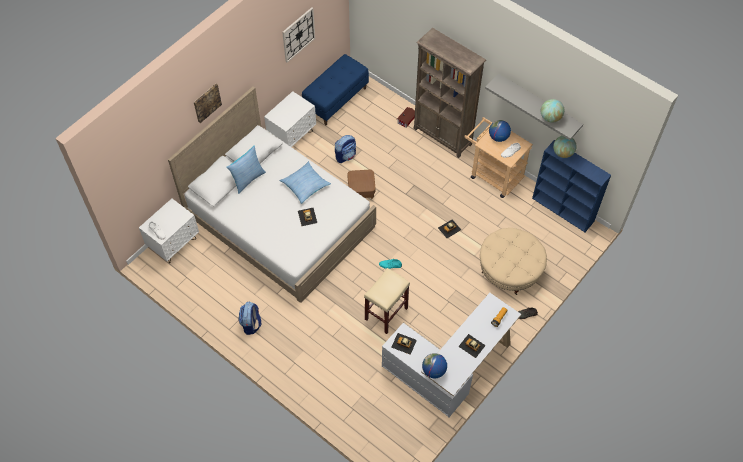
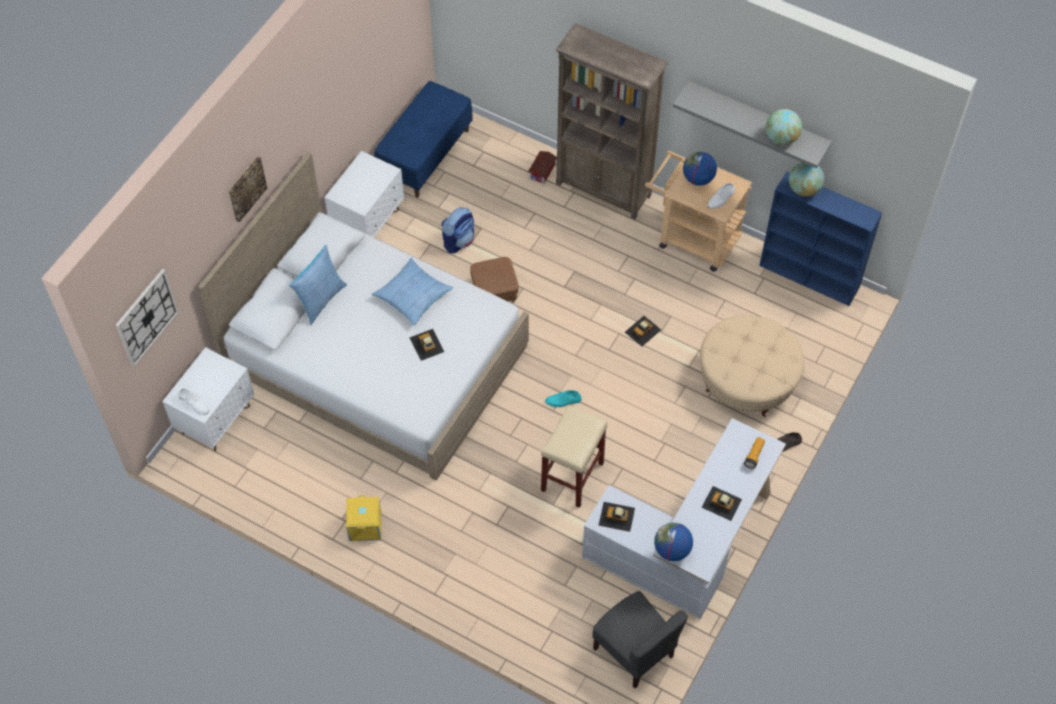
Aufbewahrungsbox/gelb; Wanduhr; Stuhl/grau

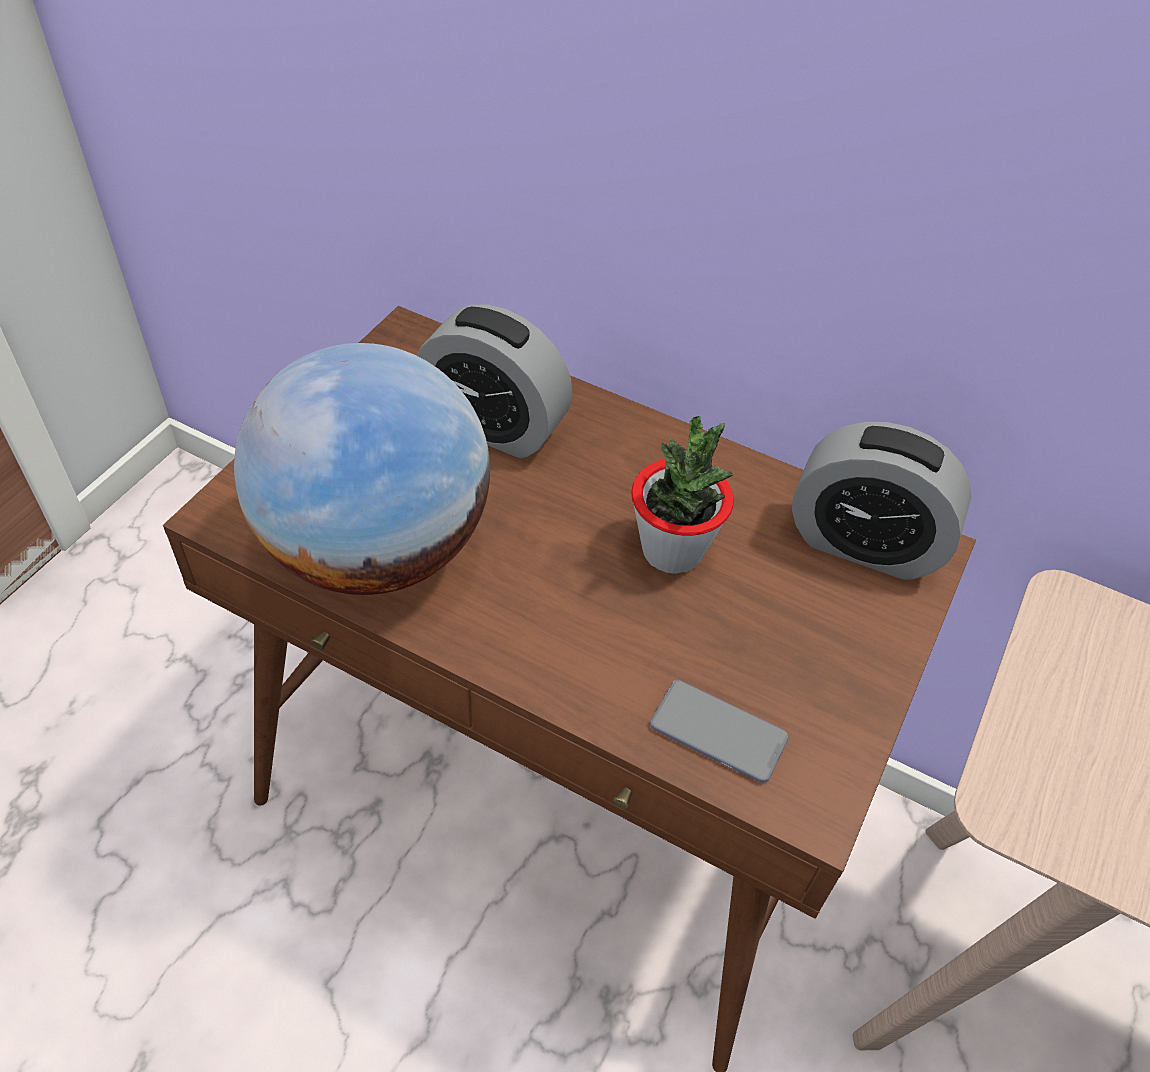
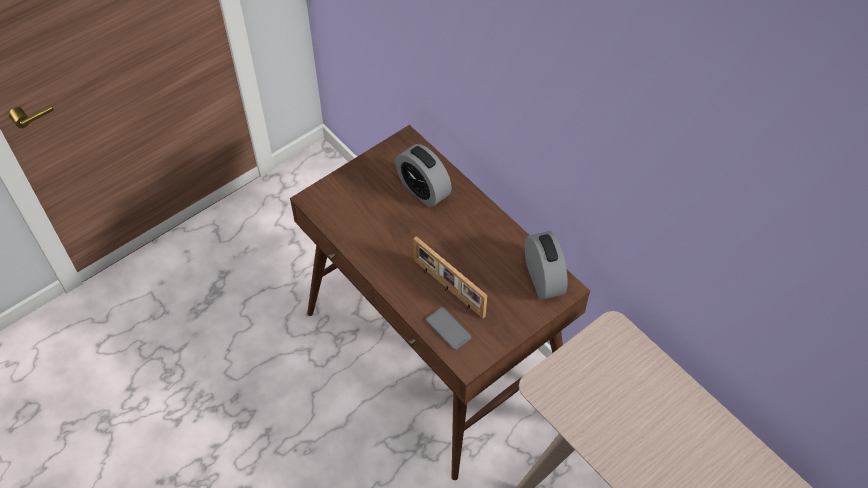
Globus; Topfpflanze; Wecker (no. 2 from left); Bilderrahmen

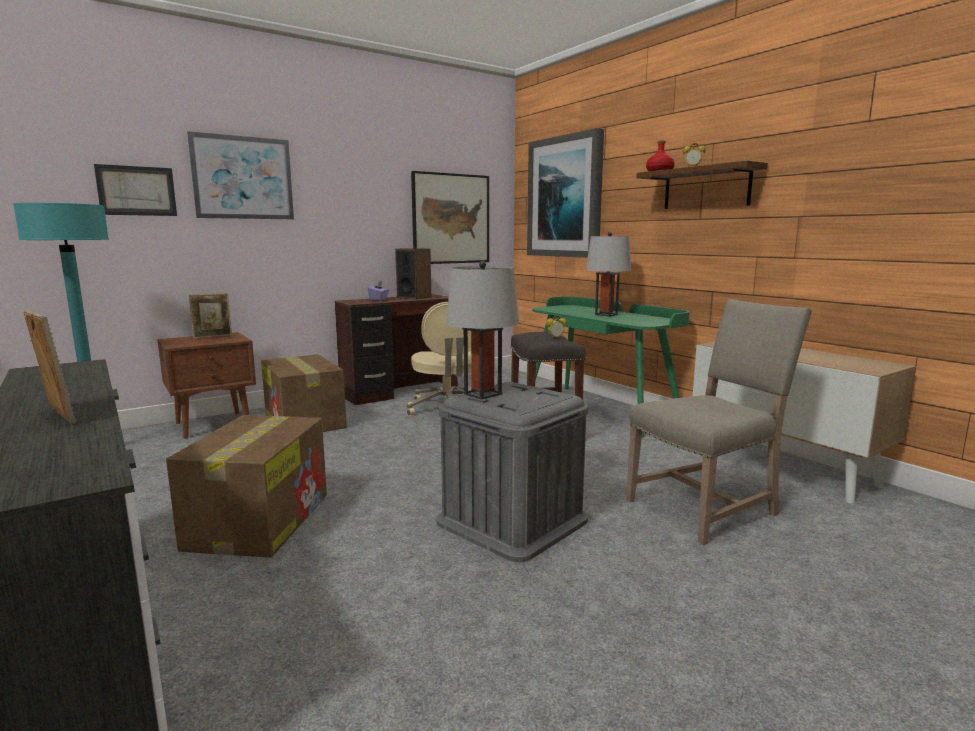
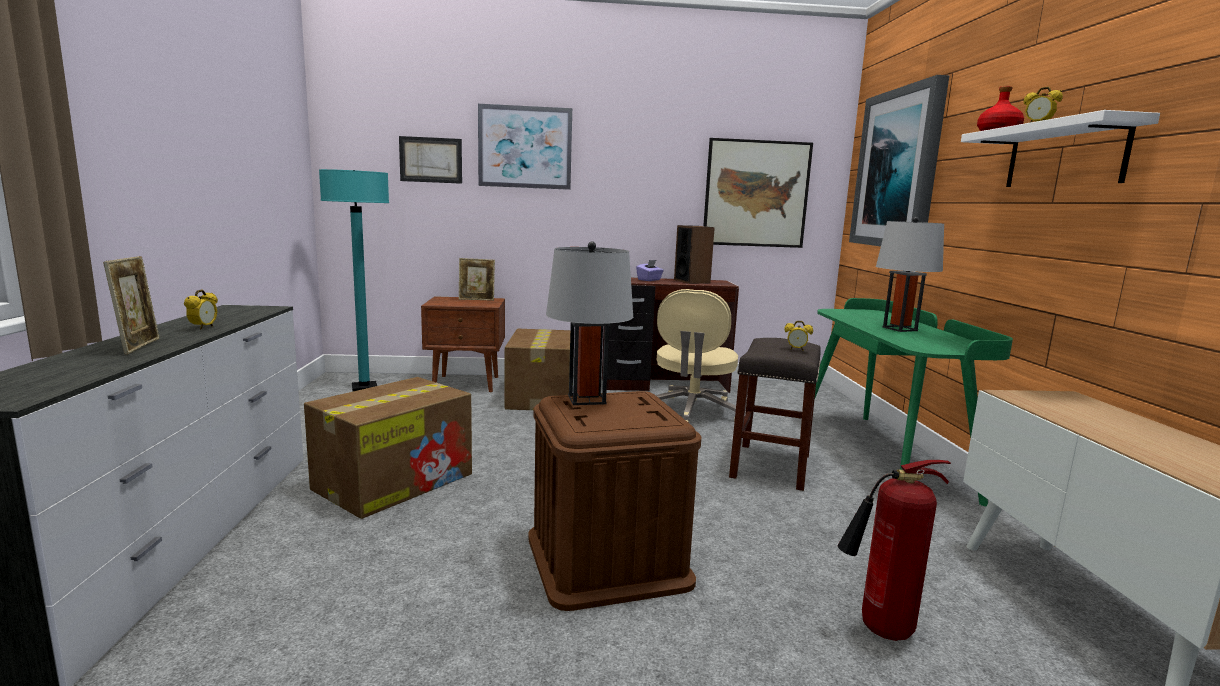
Aufbewahrungsbox/braun; Feuerlöscher; Wandregal/weiß; Wecker (no. 1 from left)

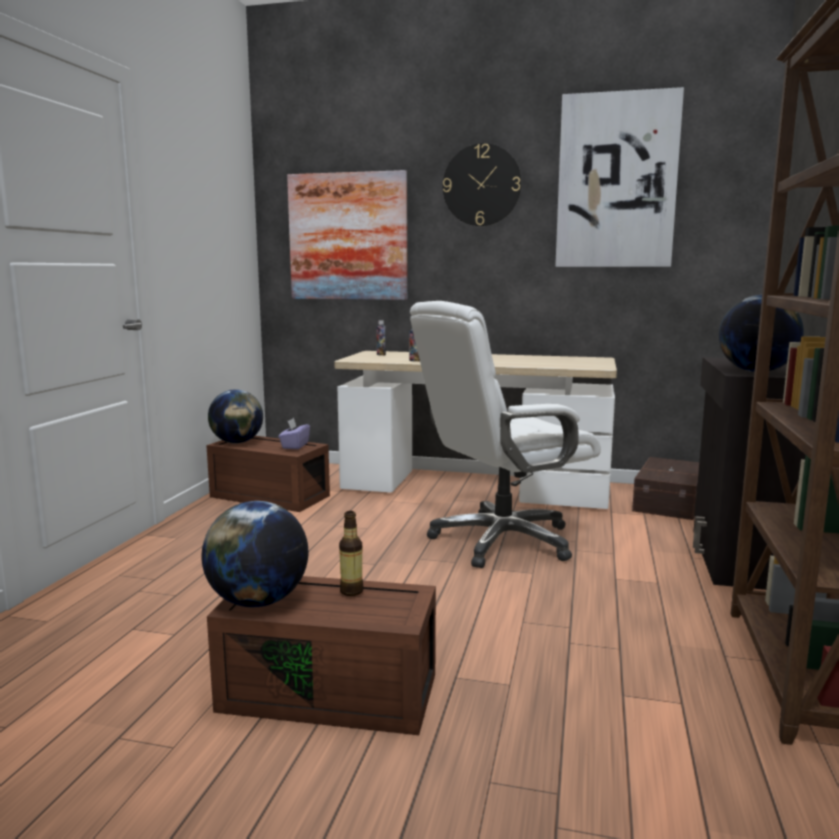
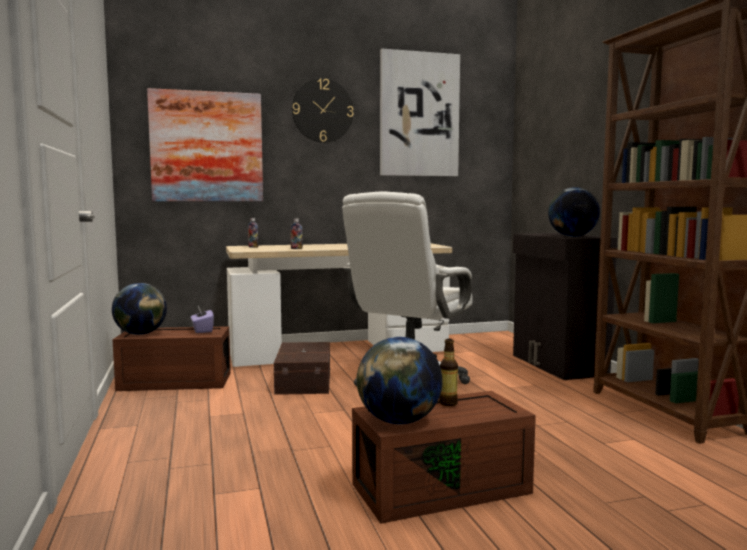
Aufbewahrungsbox/braun (no. 2 from left)

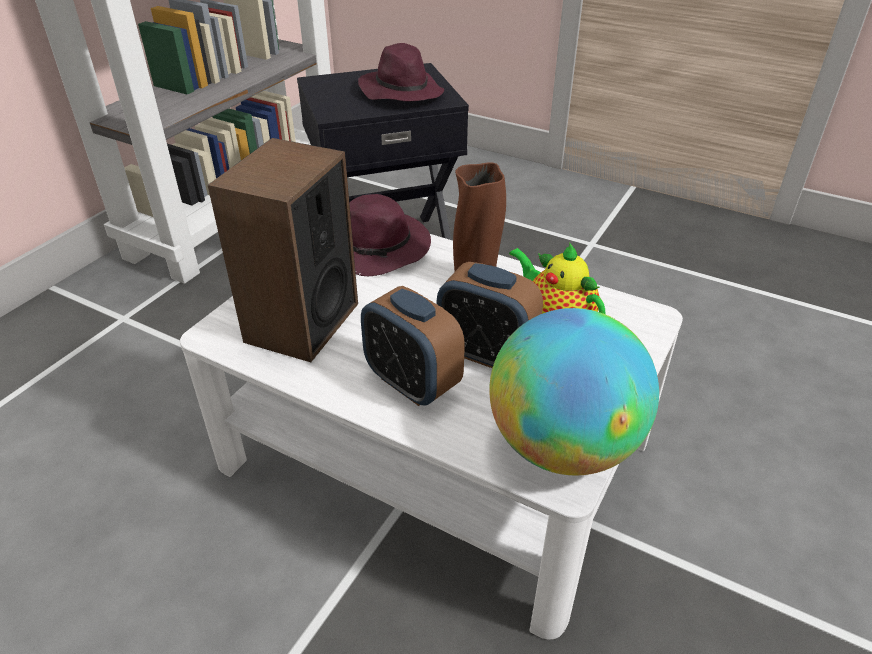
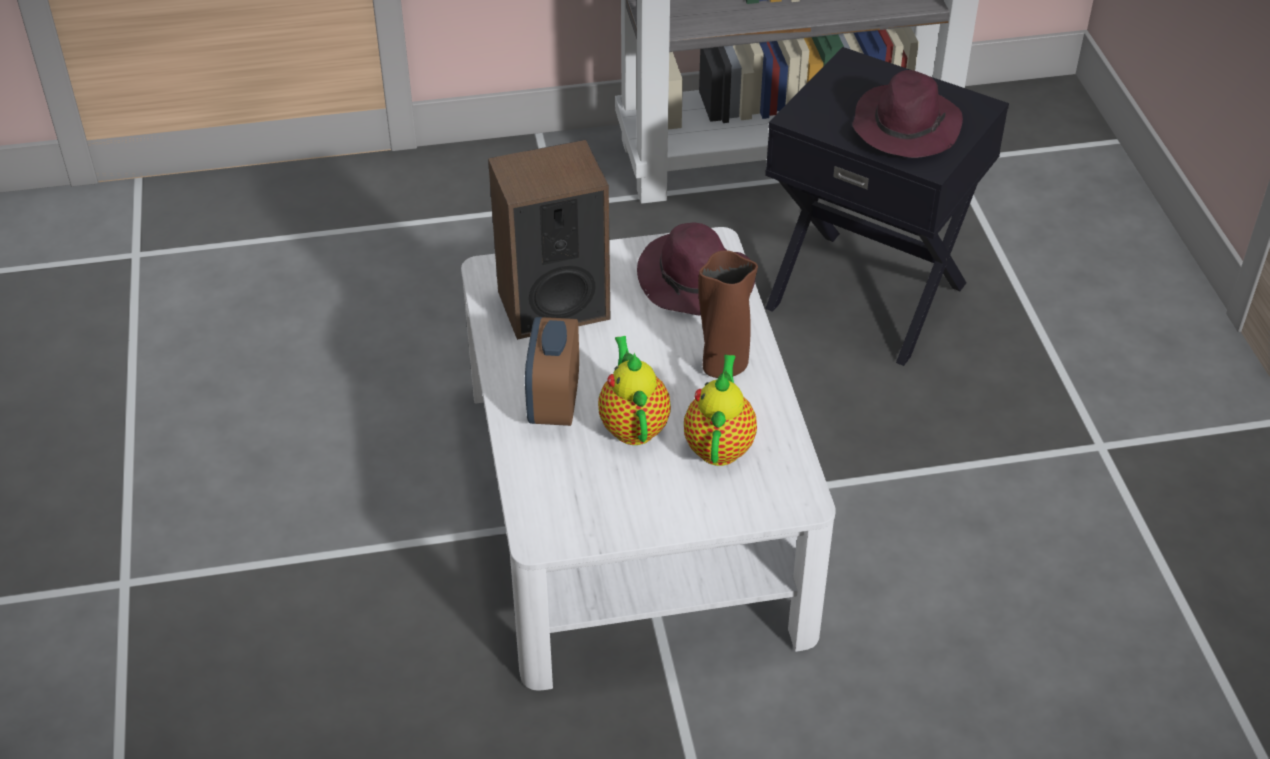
Teekanne (no. 1 from left); Globus

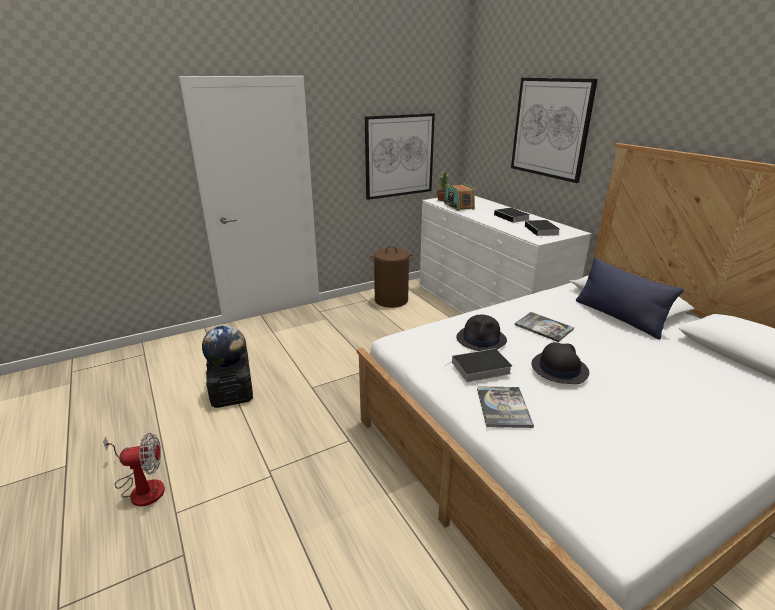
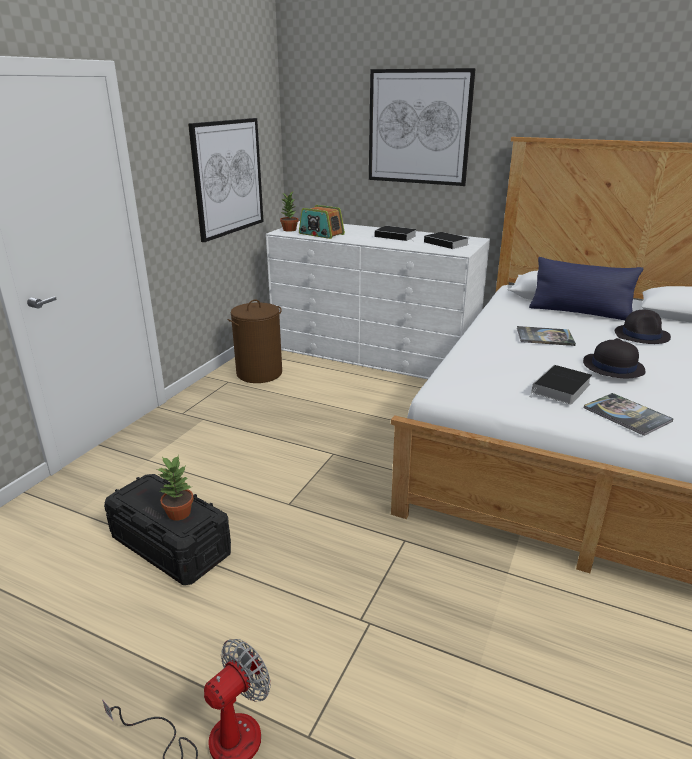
Topfpflanze (no. 1 from left); Hut/schwarz (no. 2 from left)

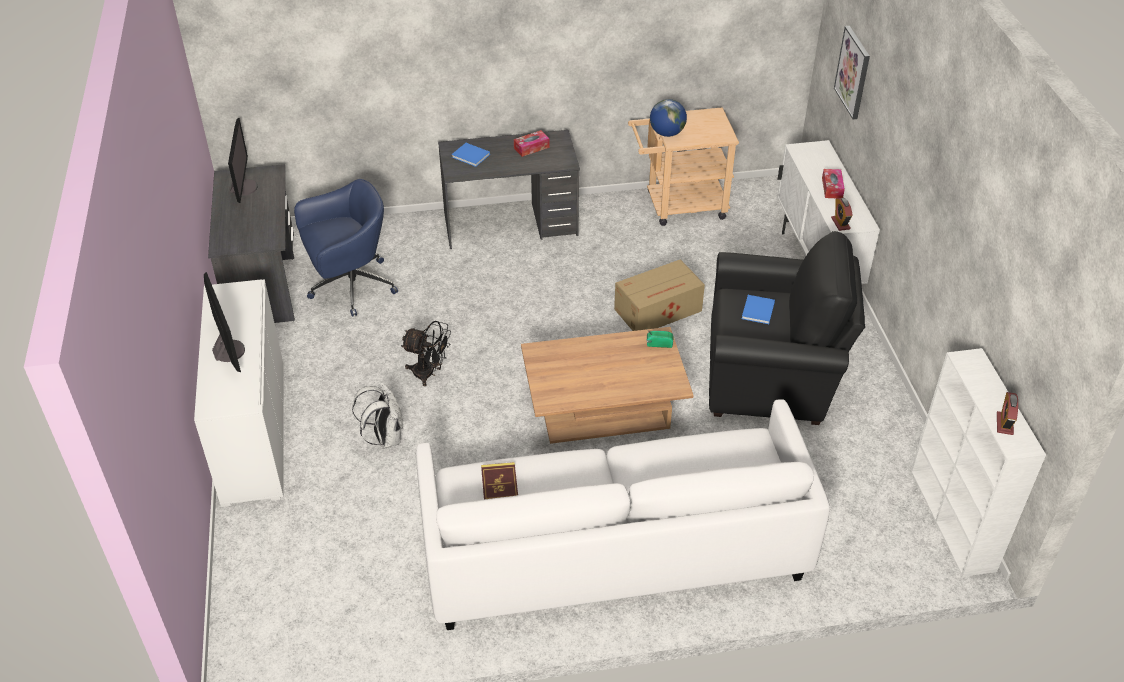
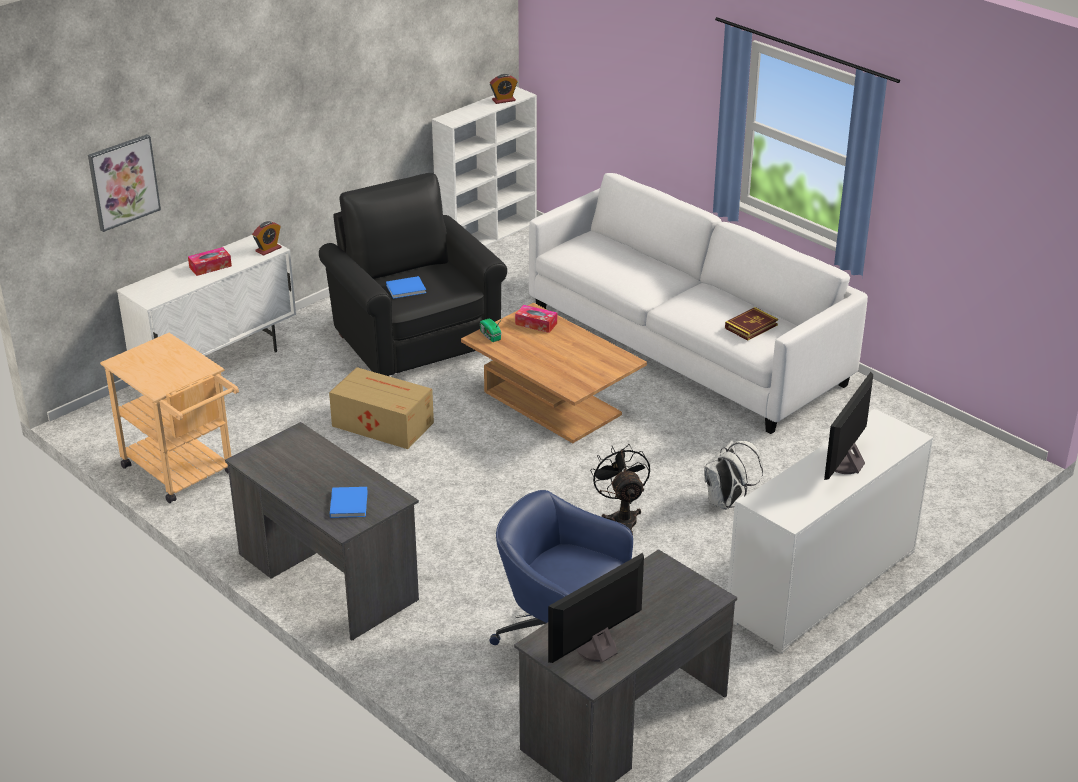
Taschentuchbox (no. 2 from left); Globus

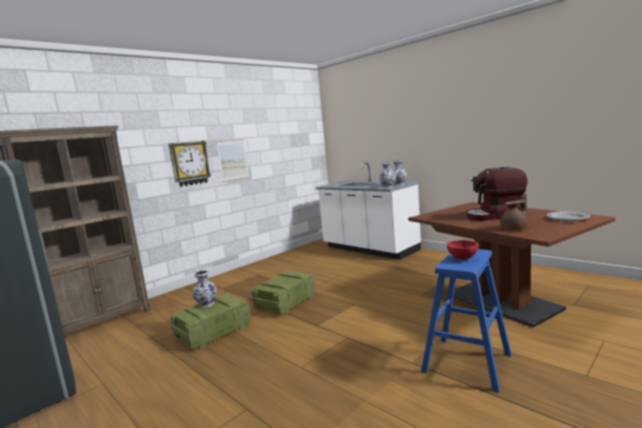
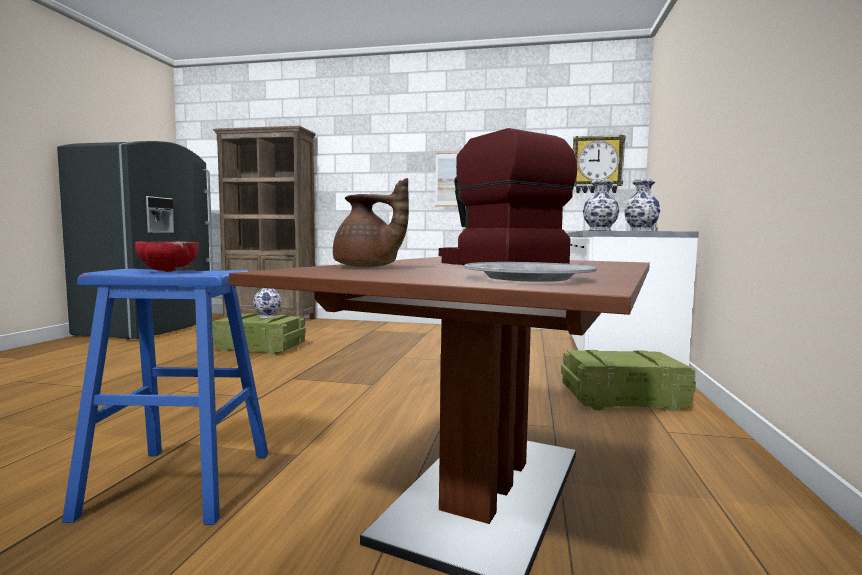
Wanduhr; Kiste (no. 2 from left)

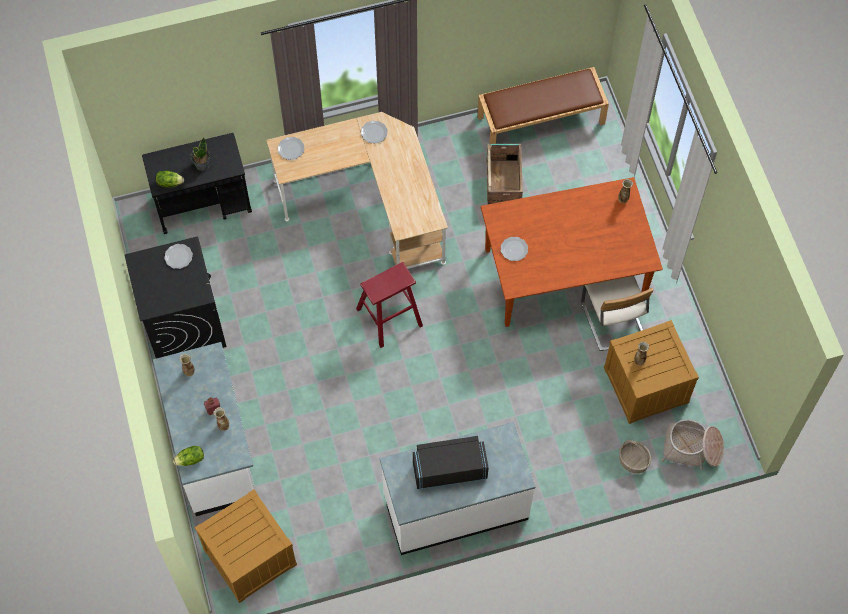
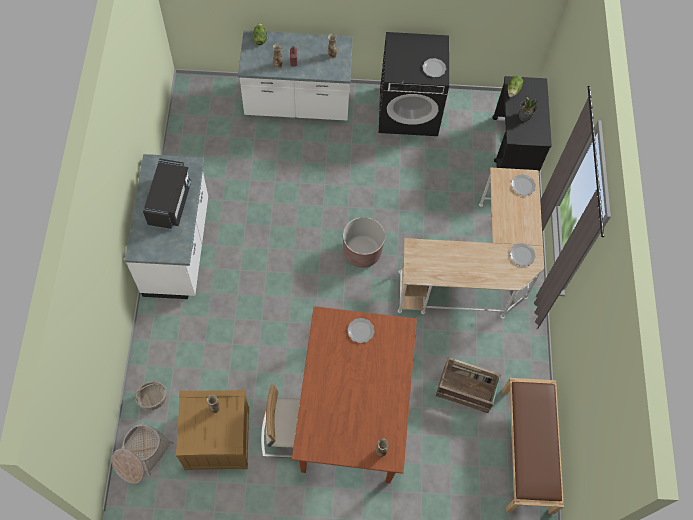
Kiste (no. 1 from left in the first image); Pflanzkübel/braun

